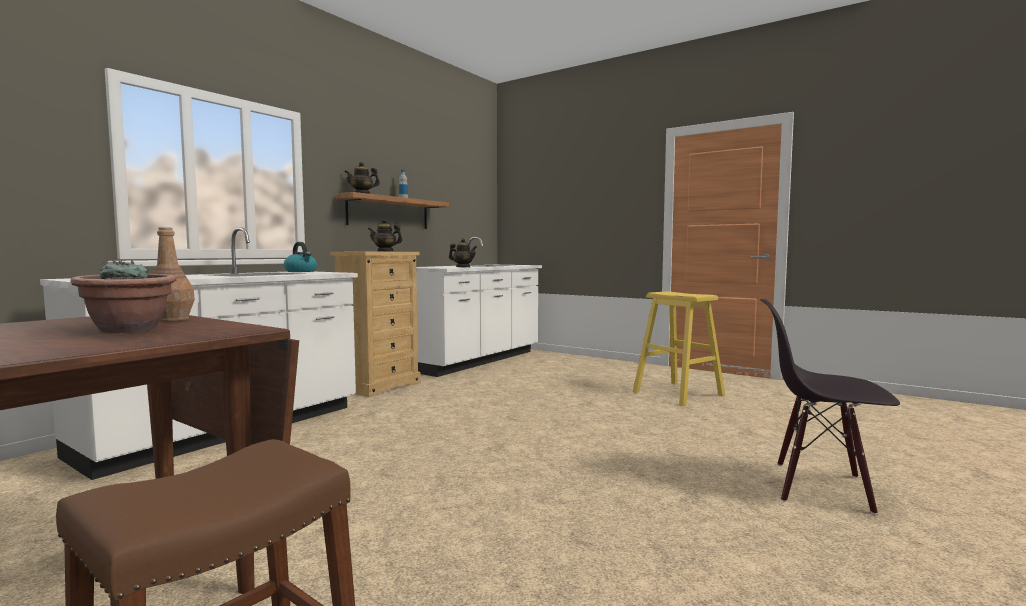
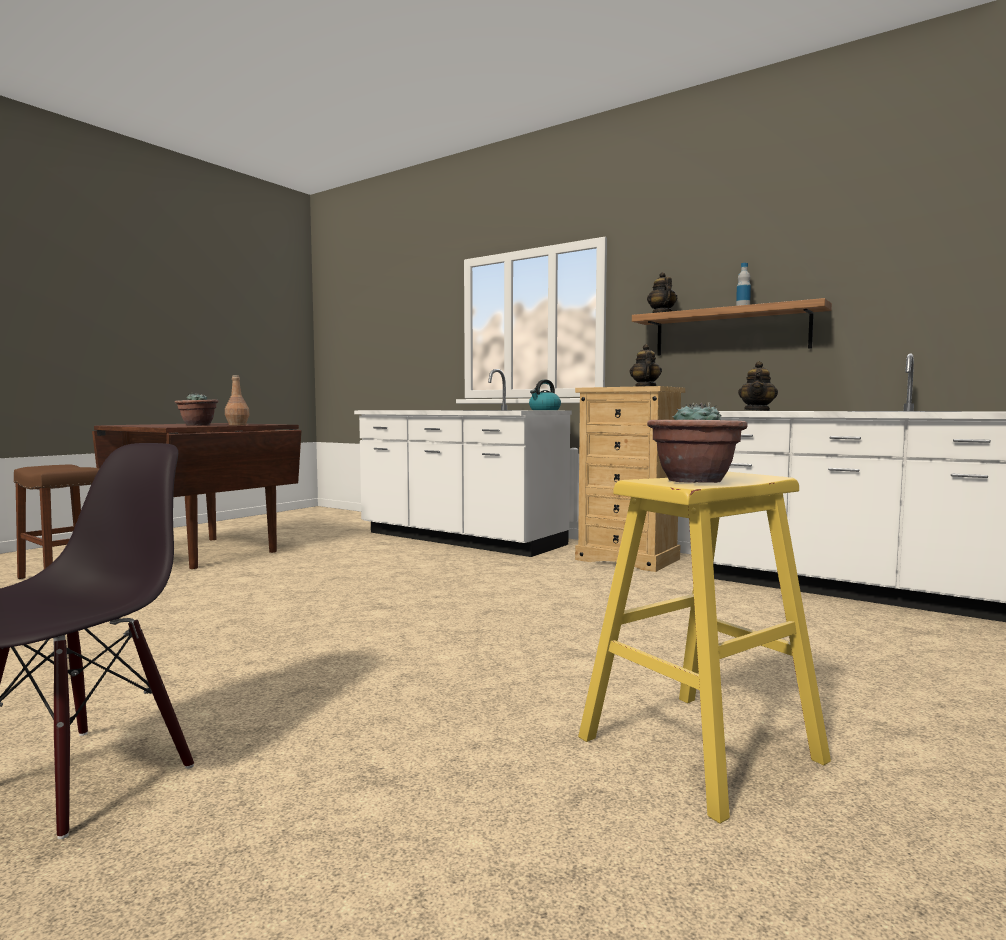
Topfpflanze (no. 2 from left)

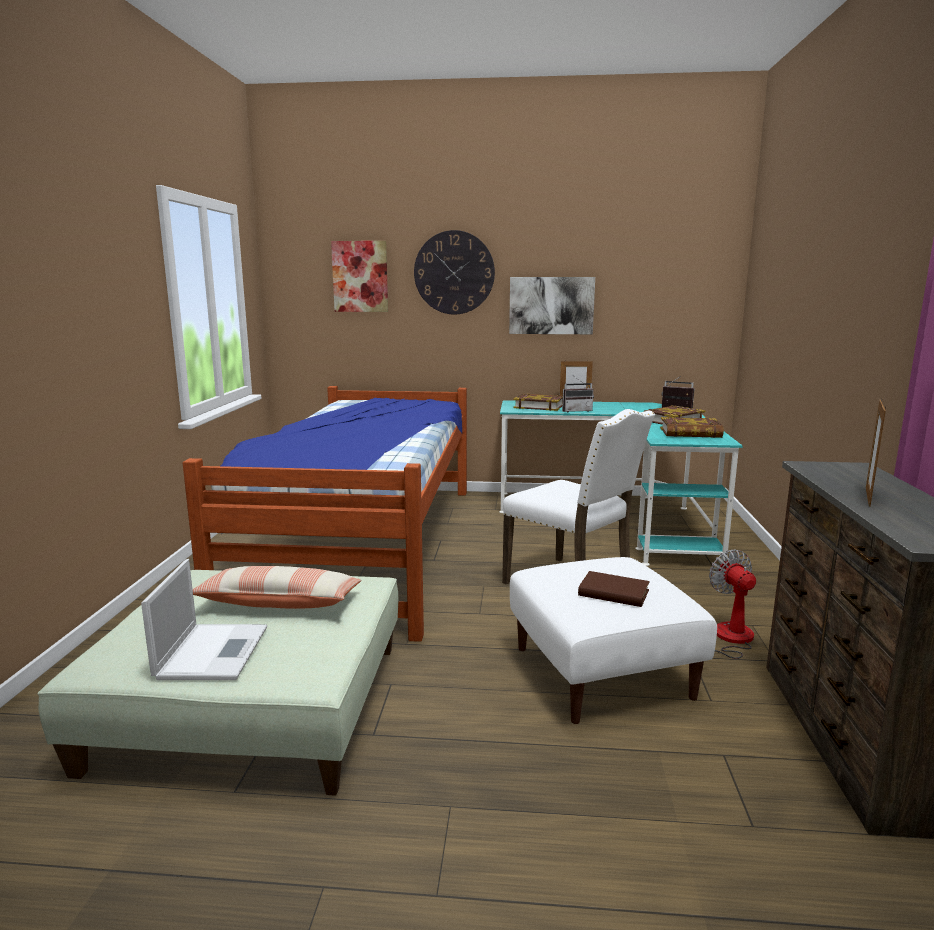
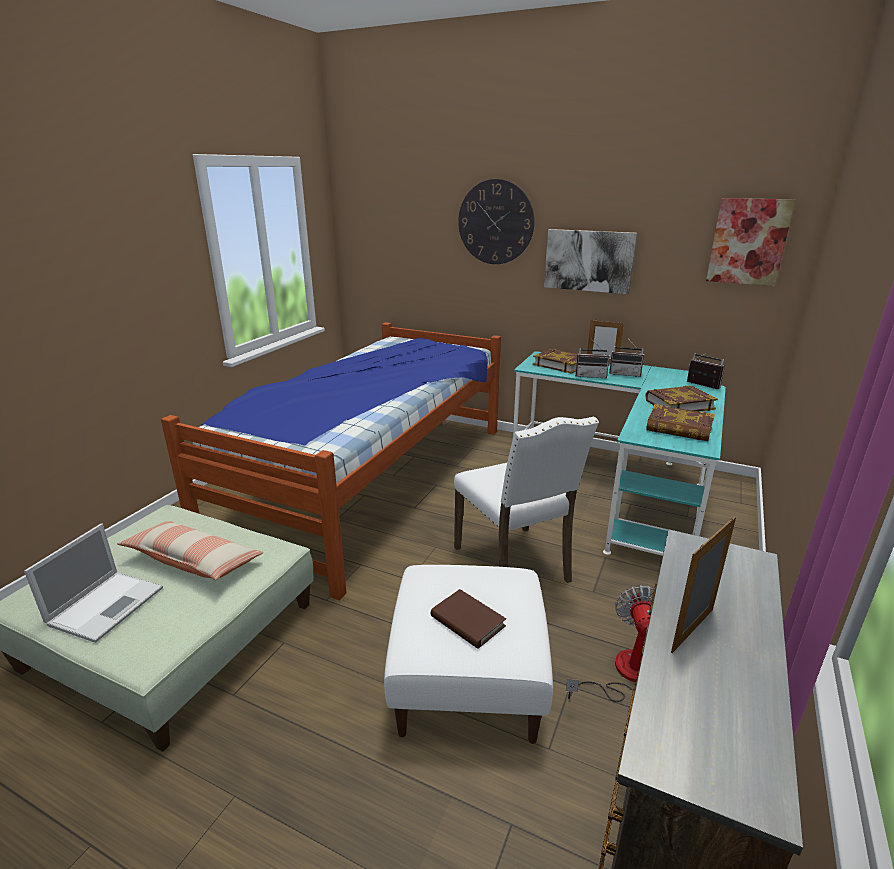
Bild (no. 2 from left); Radio (no. 2 from left)

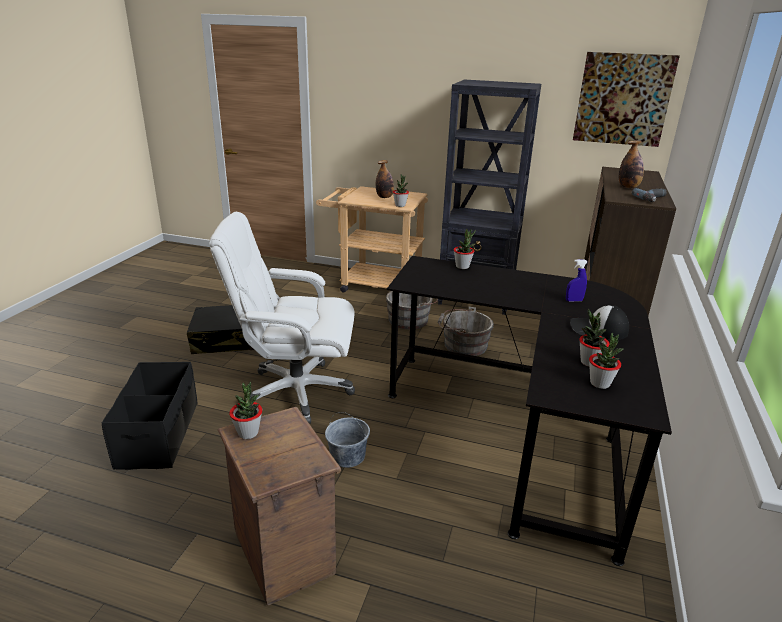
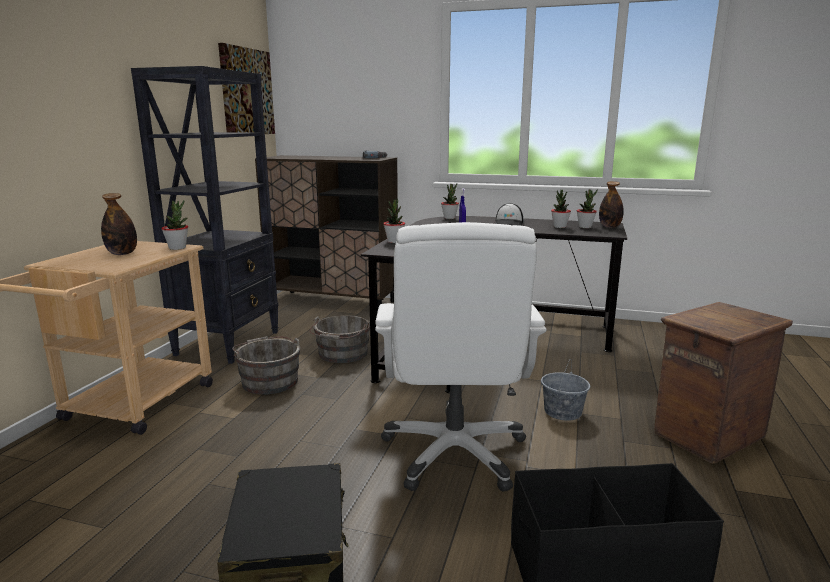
Topfpflanze (no. 3 from left); Flasche (no. 2 from left)

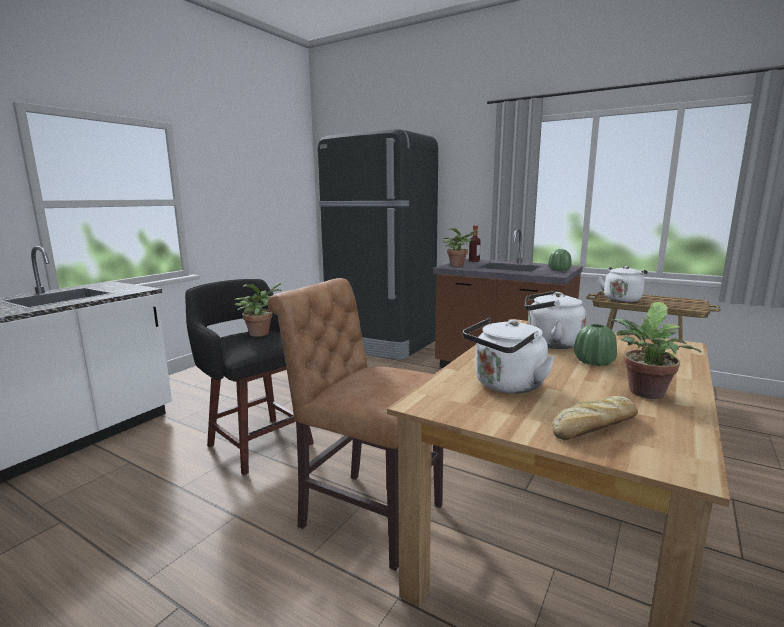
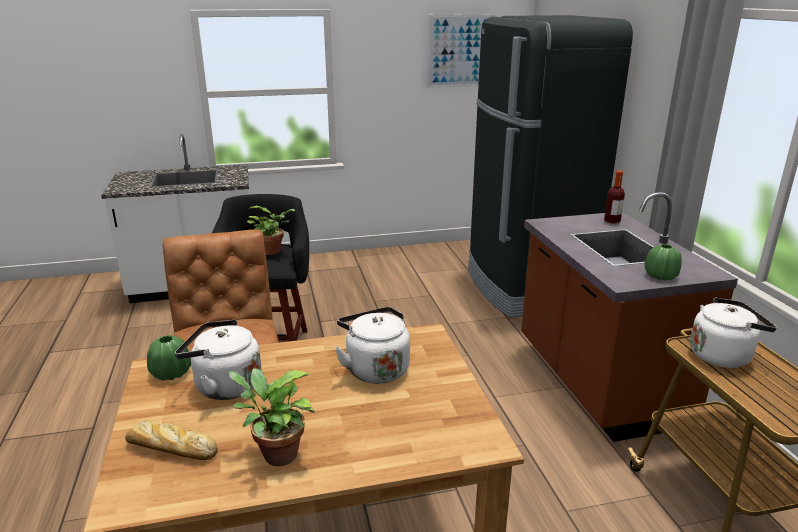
Topfpflanze (no. 2 from left in the first image); Vase/grün (no. 1 from left); Bild

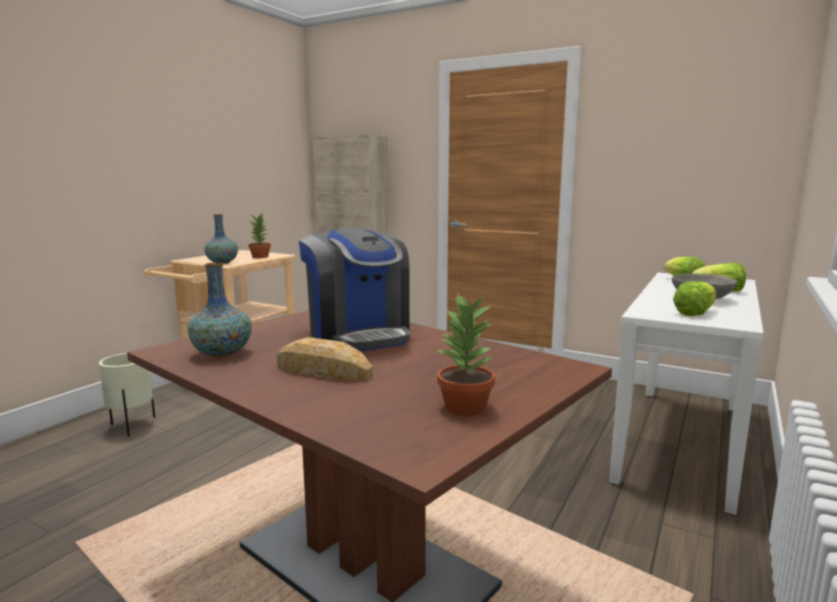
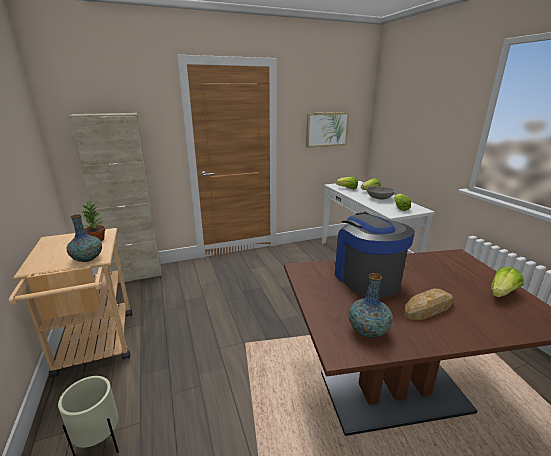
Kaffeemaschine; Salatkopf (no. 4 from left); Bild

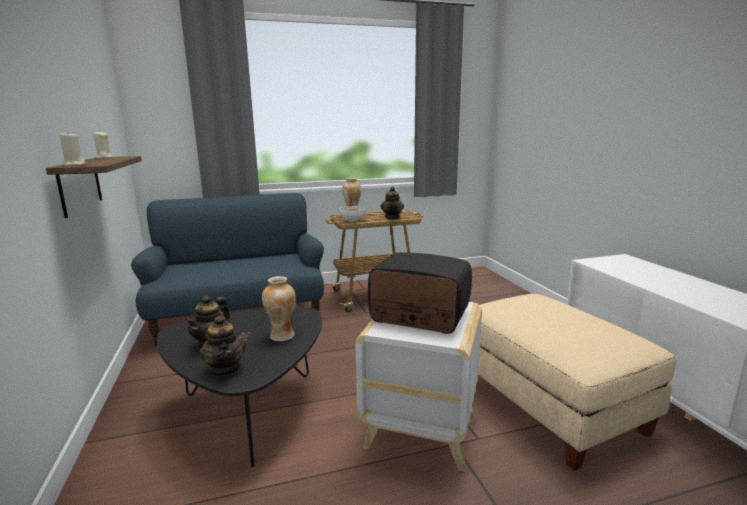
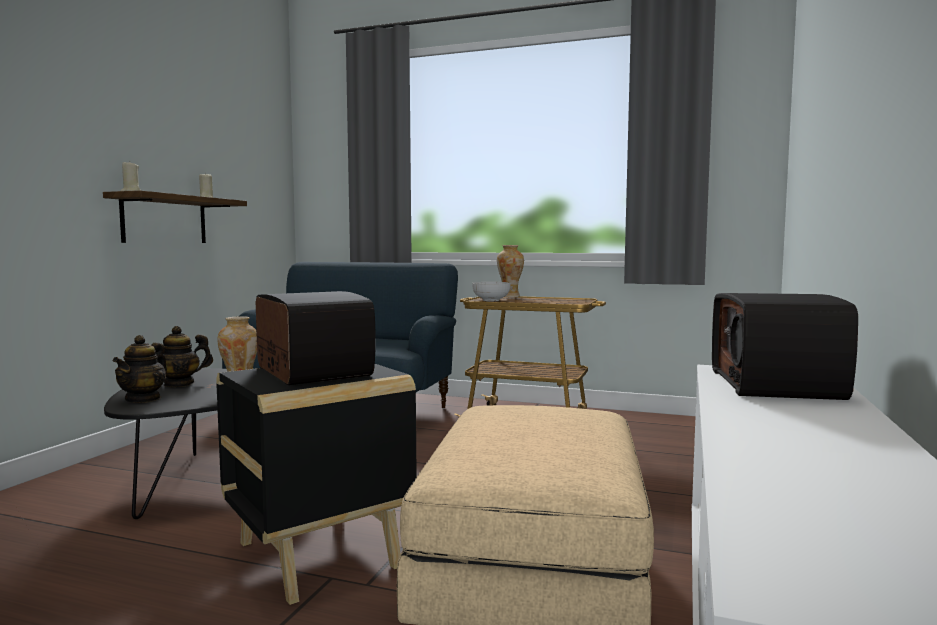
Beistelltisch/schwarz; Teekanne (no. 3 from left in the first image); Radio (no. 2 from left)

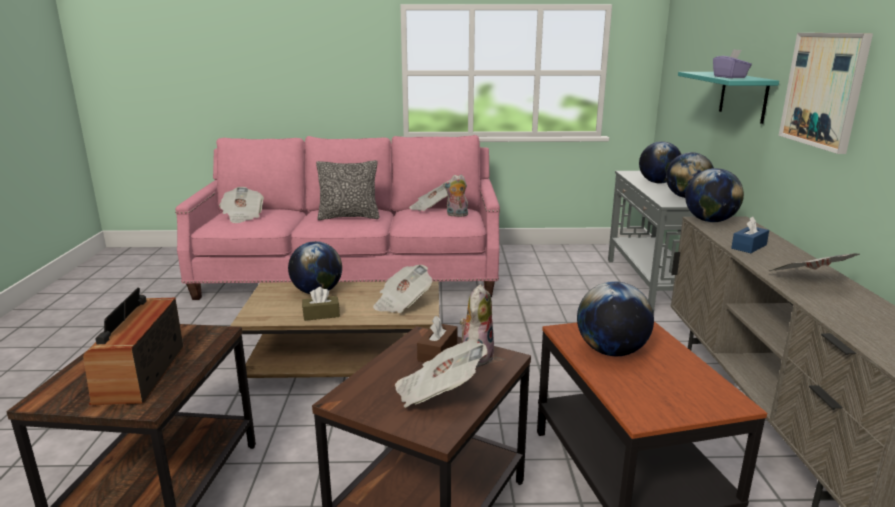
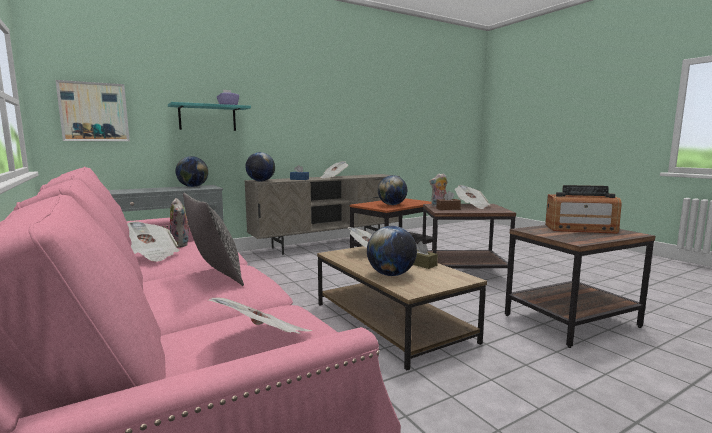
Radio; Globus (no. 3 from left in the first image); Bild

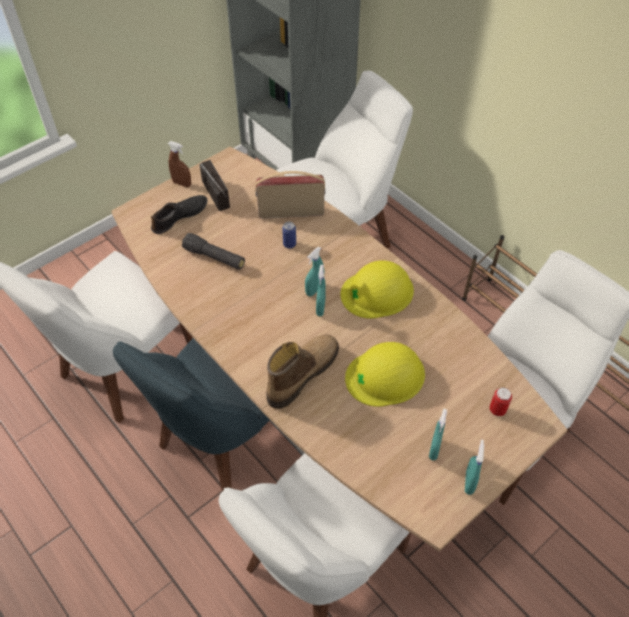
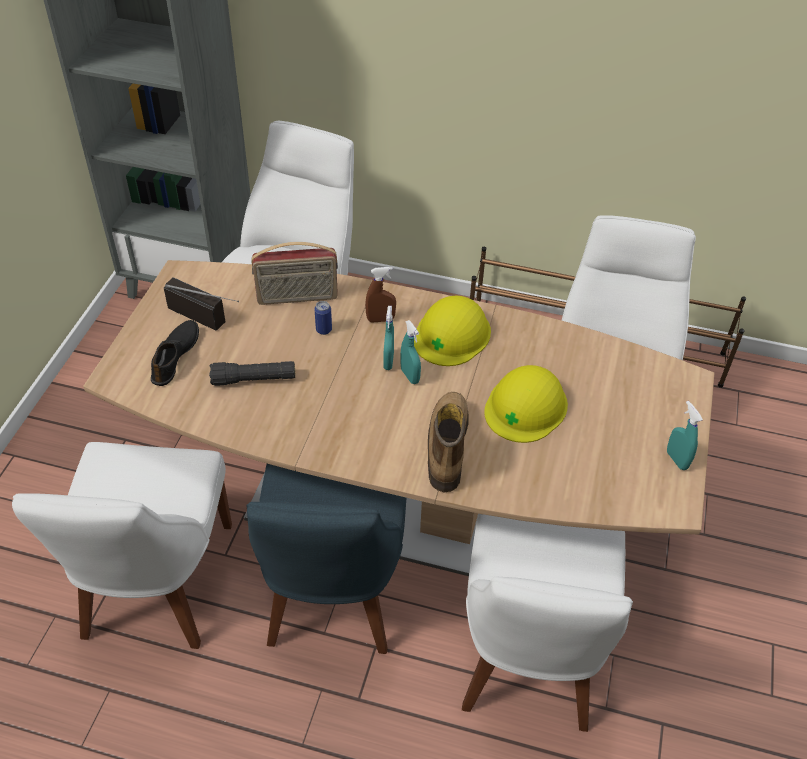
Sprühflasche/braun; Radio (no. 2 from left); Sprühflasche/türkis (no. 3 from left in the first image); Dose (no. 2 from left in the first image)

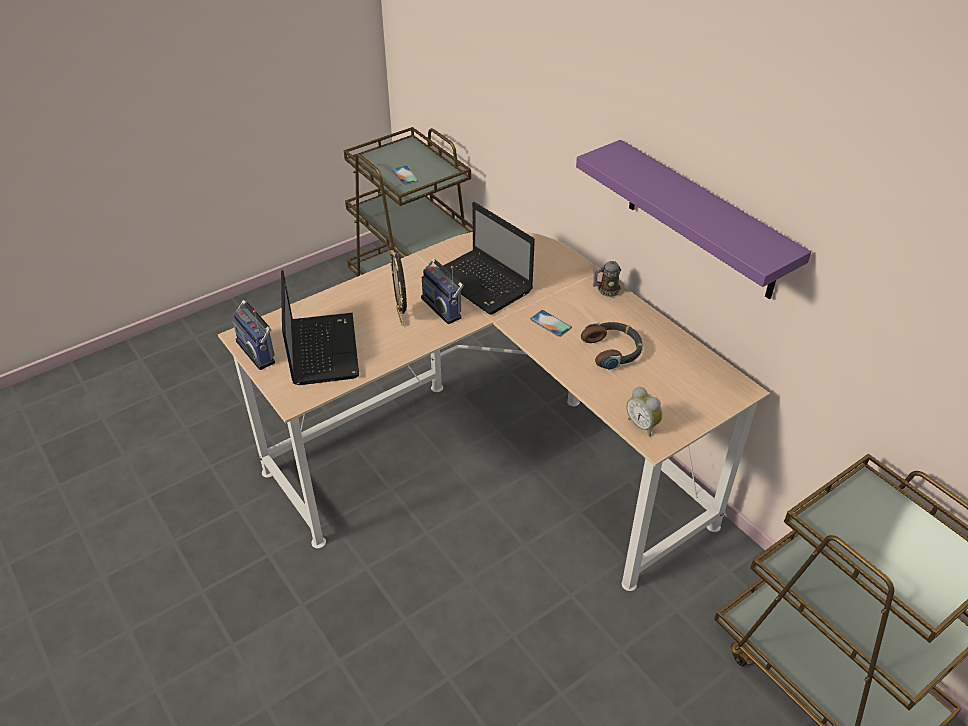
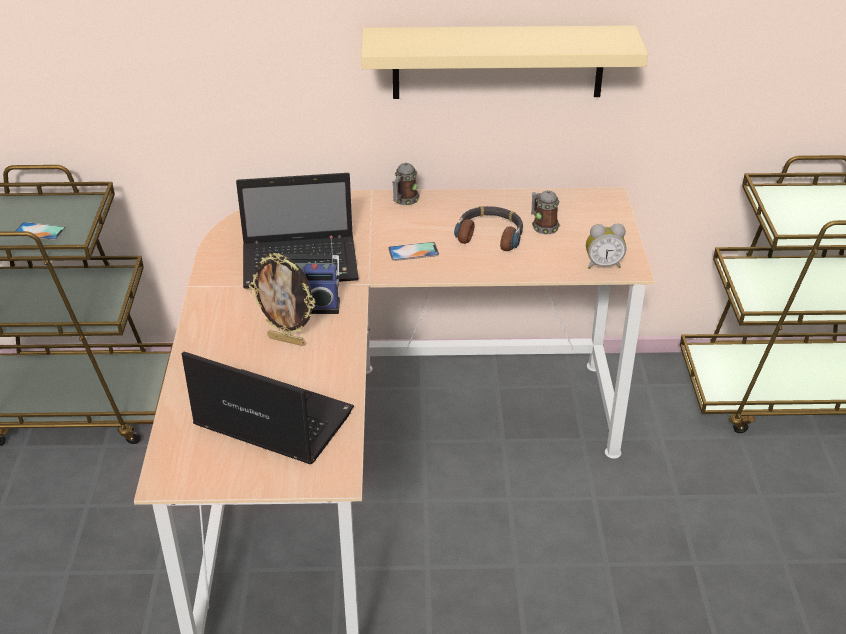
Radio (no. 1 from left in the first image); Wandregal/beige; Henkelbecher (no. 2 from left)

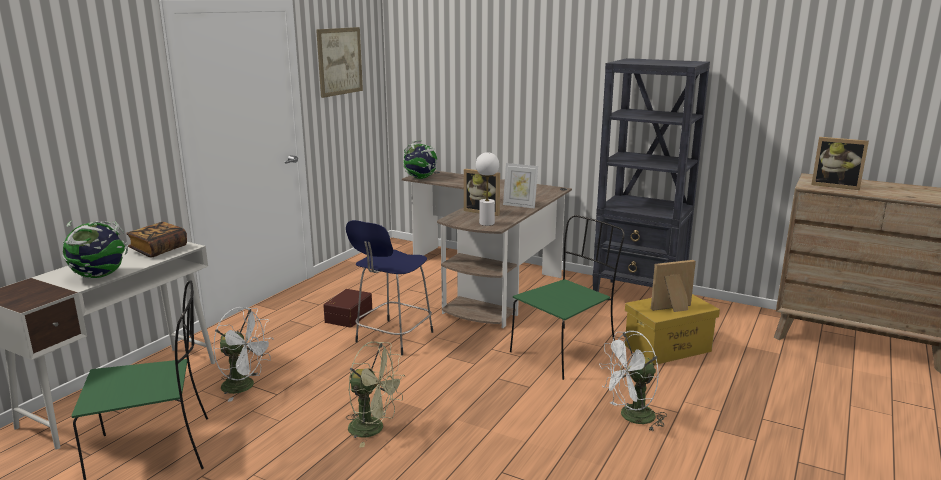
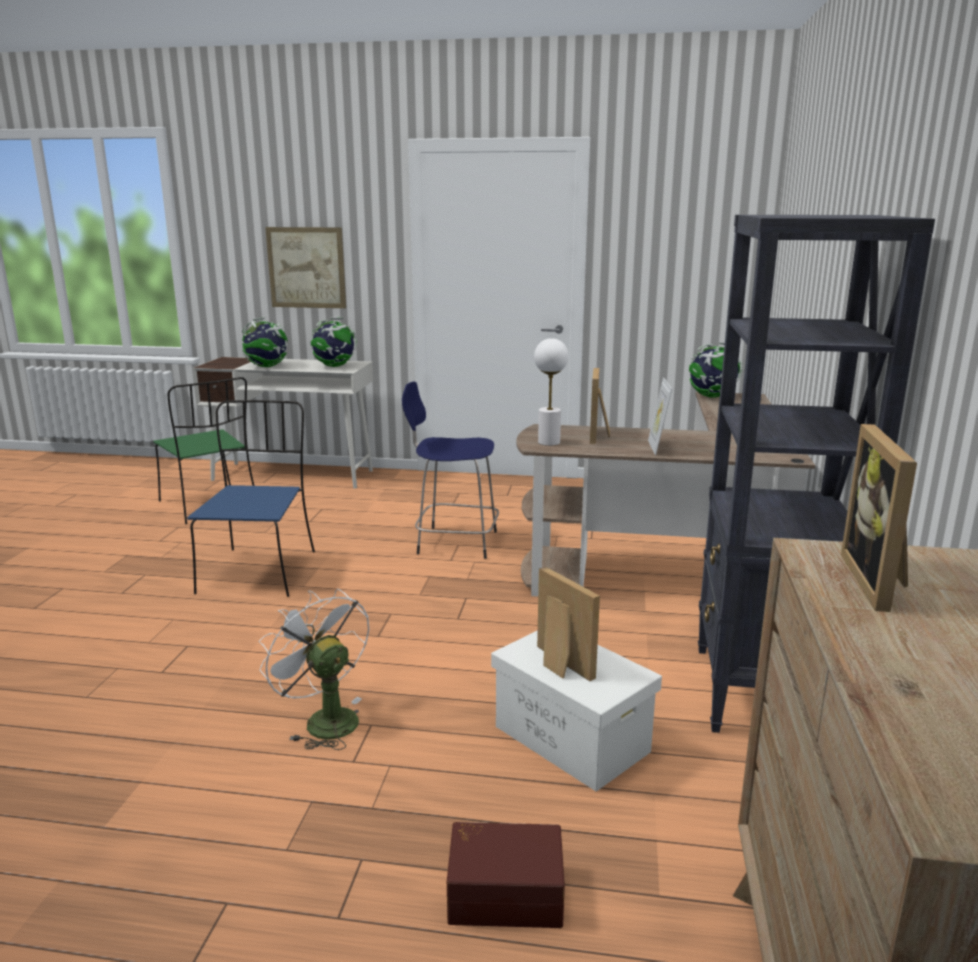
Globus (no. 2 from left); Ventilator/weiß (no. 1 from left in the first image); Bild; Aufbewahrungsbox/braun; Stuhl/blau; Stuhl/grün (no. 2 from left in the first image); Aufbewahrungsbox/weiß

